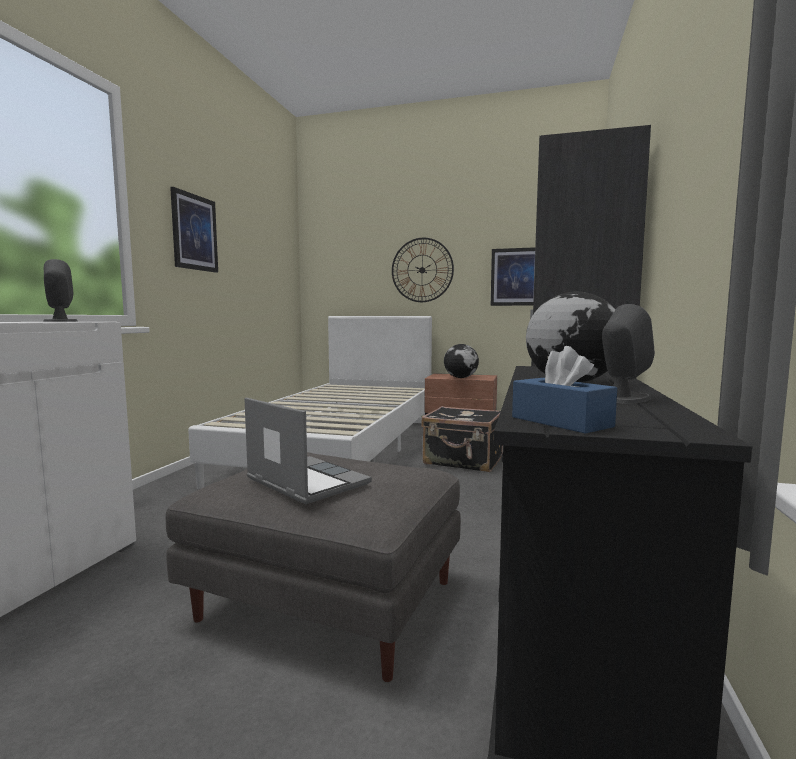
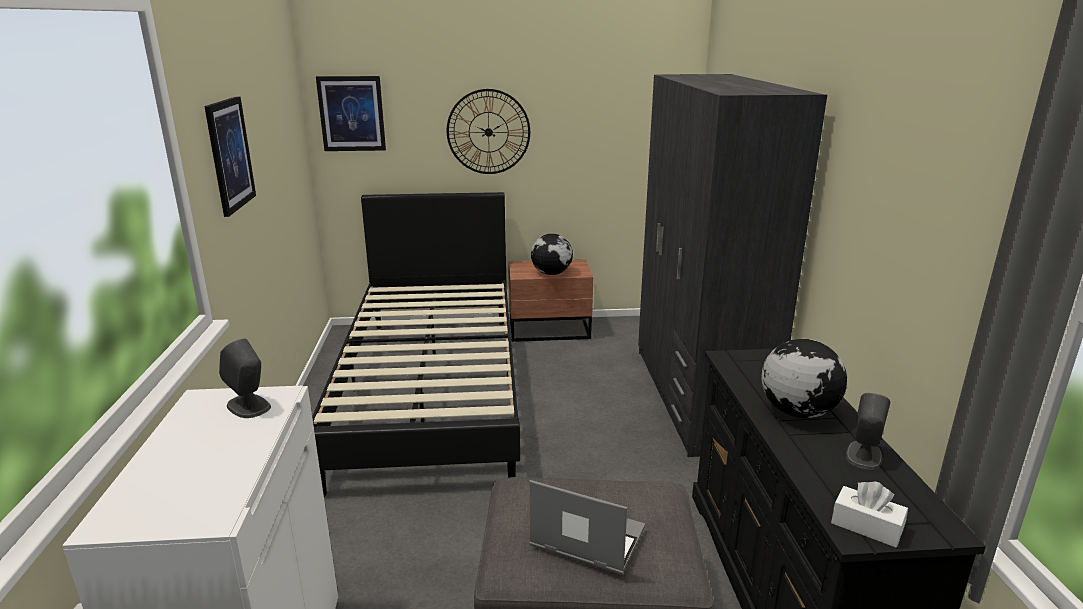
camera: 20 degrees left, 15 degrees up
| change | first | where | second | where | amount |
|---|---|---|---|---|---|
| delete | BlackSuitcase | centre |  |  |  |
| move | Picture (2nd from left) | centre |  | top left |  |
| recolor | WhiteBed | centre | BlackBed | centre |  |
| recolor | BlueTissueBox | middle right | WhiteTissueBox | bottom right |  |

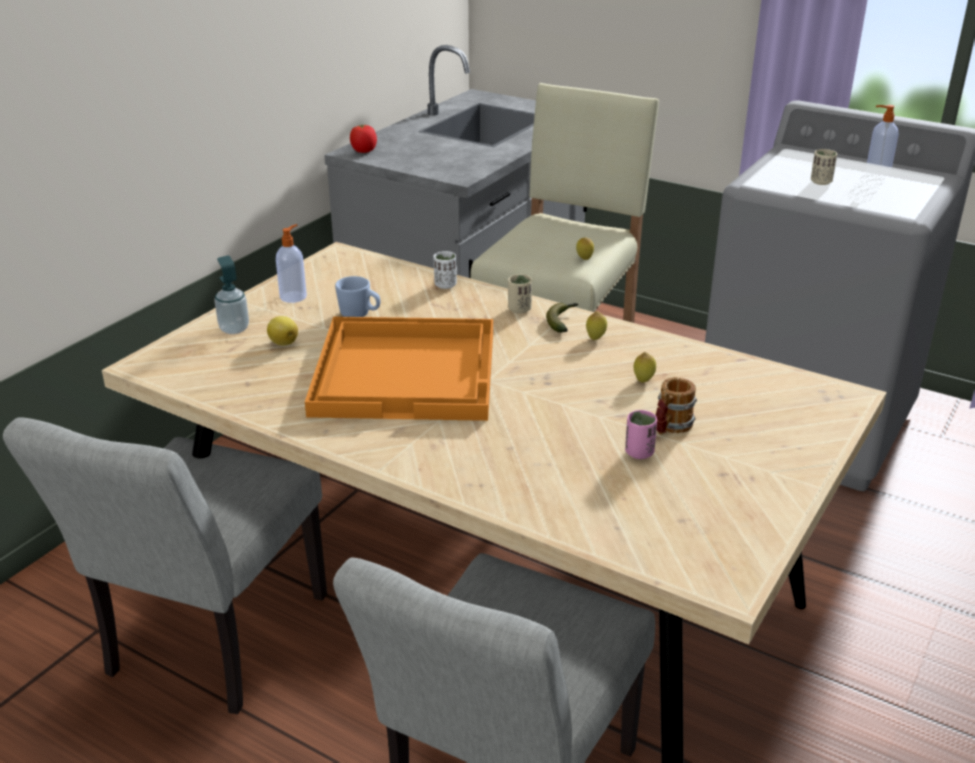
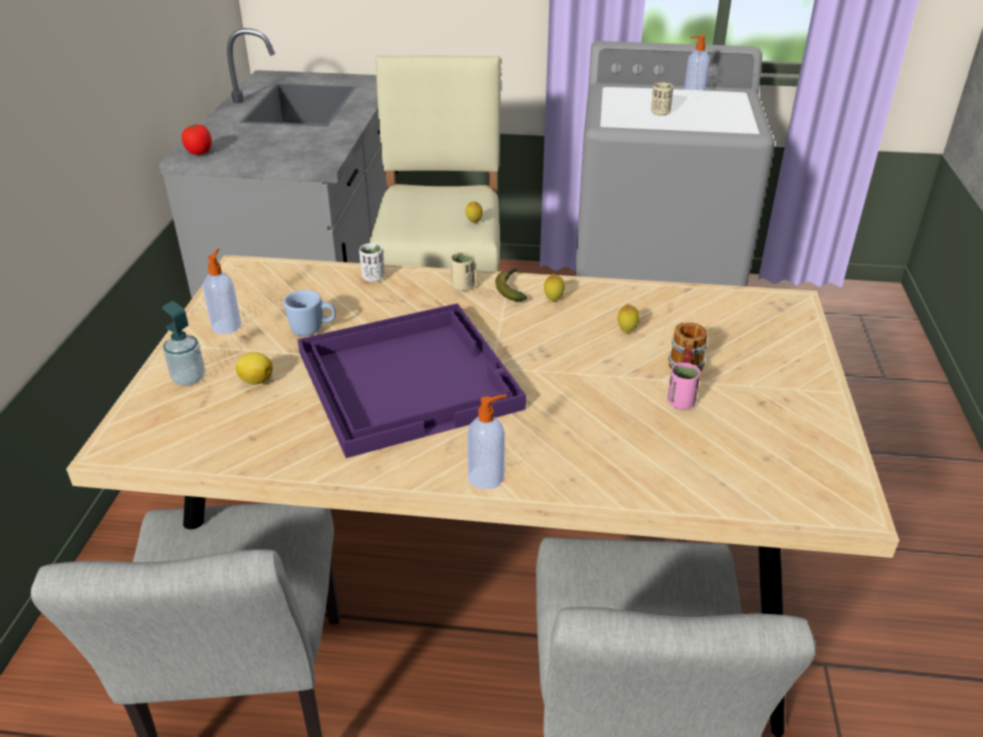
camera: 25 degrees left, 5 degrees up
| change | first | where | second | where | amount |
|---|---|---|---|---|---|
| insert |  |  | SoapDispenser (3rd from left) | centre |  |
| recolor | OrangeTray | centre | PurpleTray | centre |  |

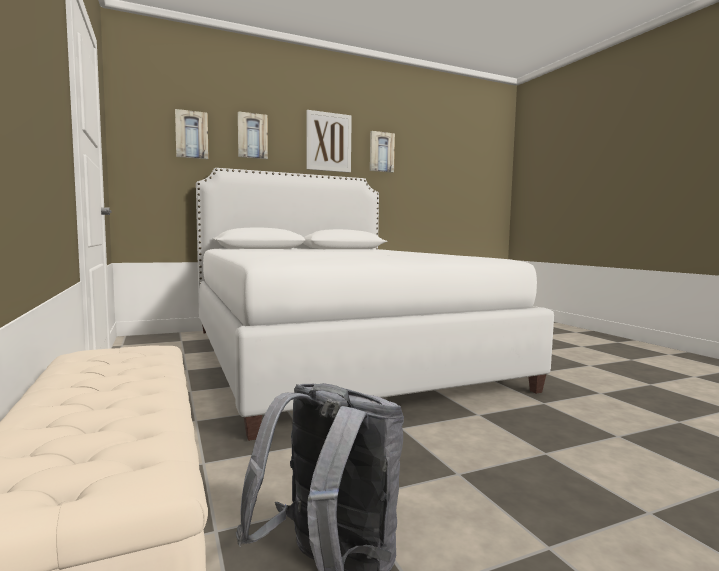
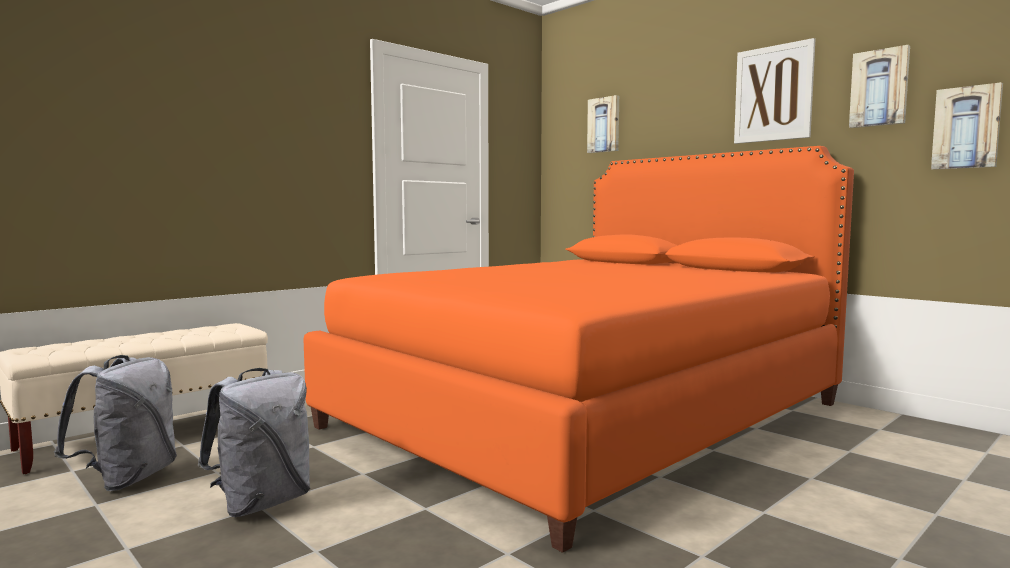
camera: 70 degrees right, 0 degrees up
| change | first | where | second | where | amount |
|---|---|---|---|---|---|
| insert |  |  | GreyBackpack (2nd from left) | bottom left |  |
| move | Picture (2nd from left in the first image) | top centre | Picture (4th from left) | top right |  |
| recolor | WhiteBed | centre | OrangeBed | centre |  |

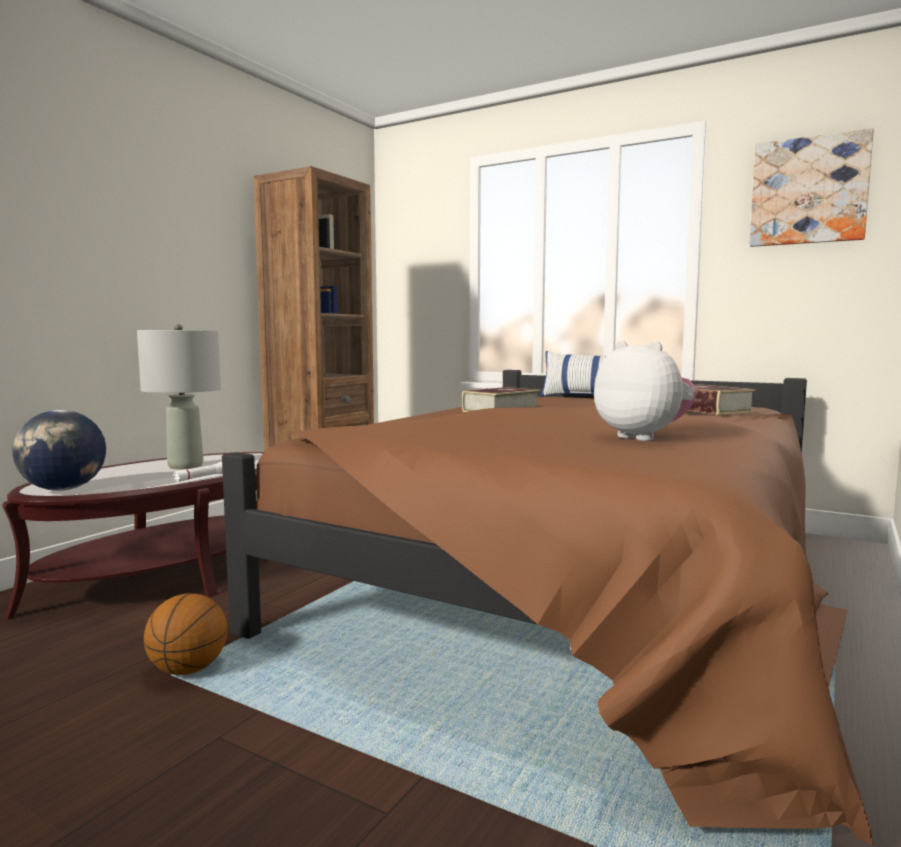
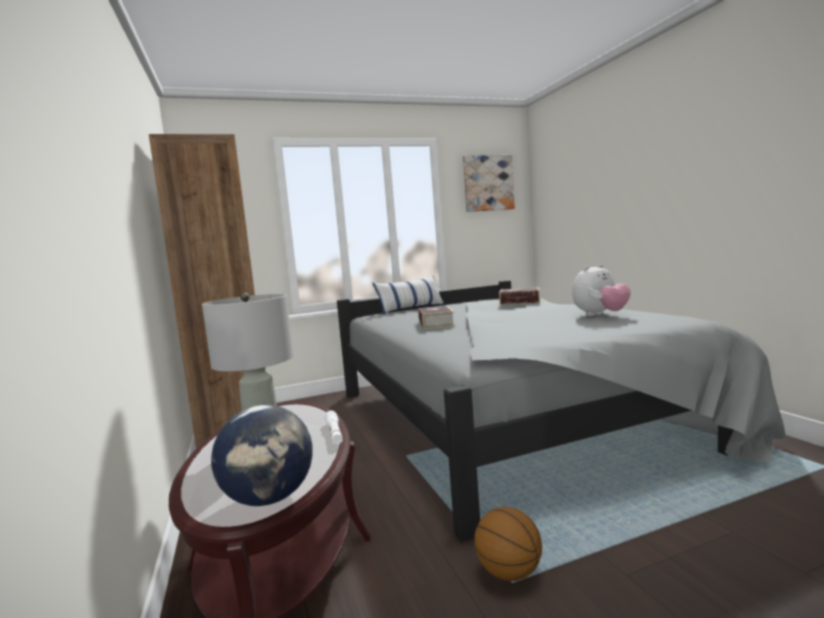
camera: 50 degrees left, 0 degrees up
| change | first | where | second | where | amount |
|---|---|---|---|---|---|
| recolor | BrownBed | bottom centre | GreyBed | middle right |  |
| rotate | PlushToy | middle right |  | middle right | 150 degrees clockwise |

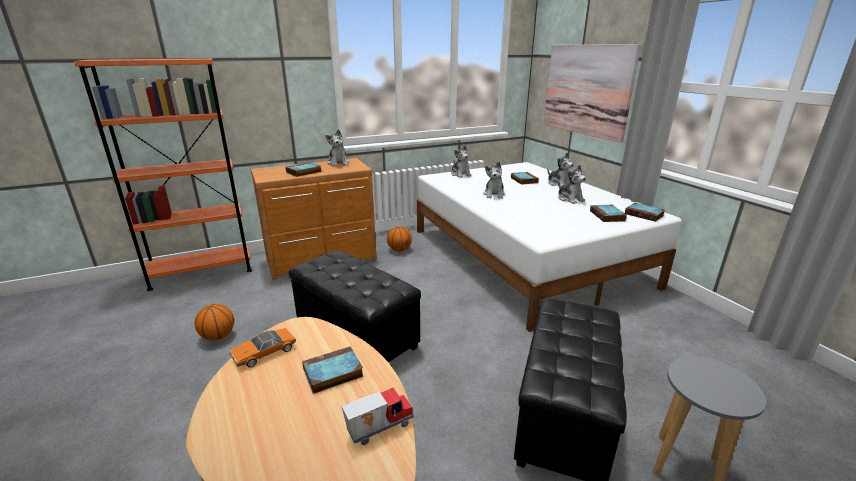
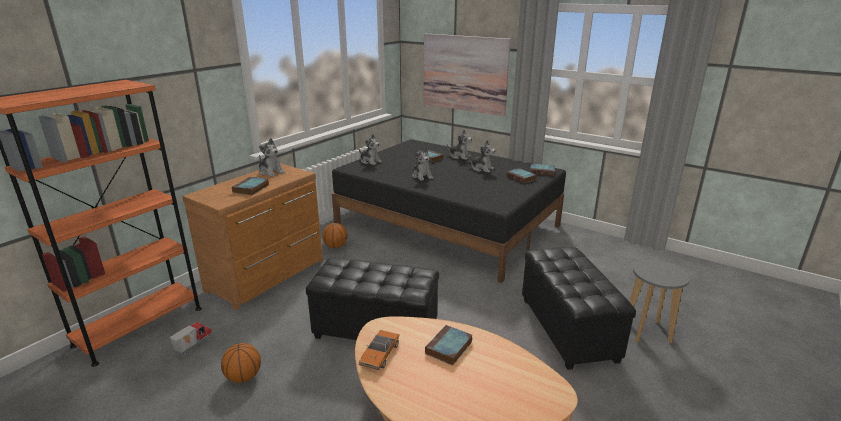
camera: 30 degrees left, 0 degrees up
| change | first | where | second | where | amount |
|---|---|---|---|---|---|
| move | ToyTruck | bottom centre |  | bottom left |  |
| recolor | WhiteBed | centre | BlackBed | centre |  |

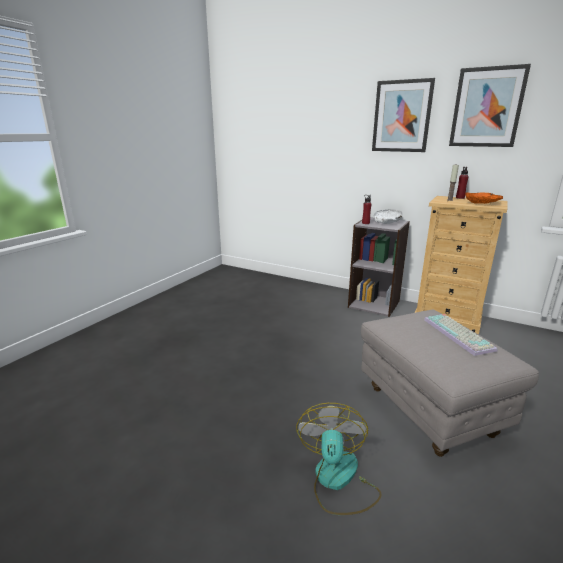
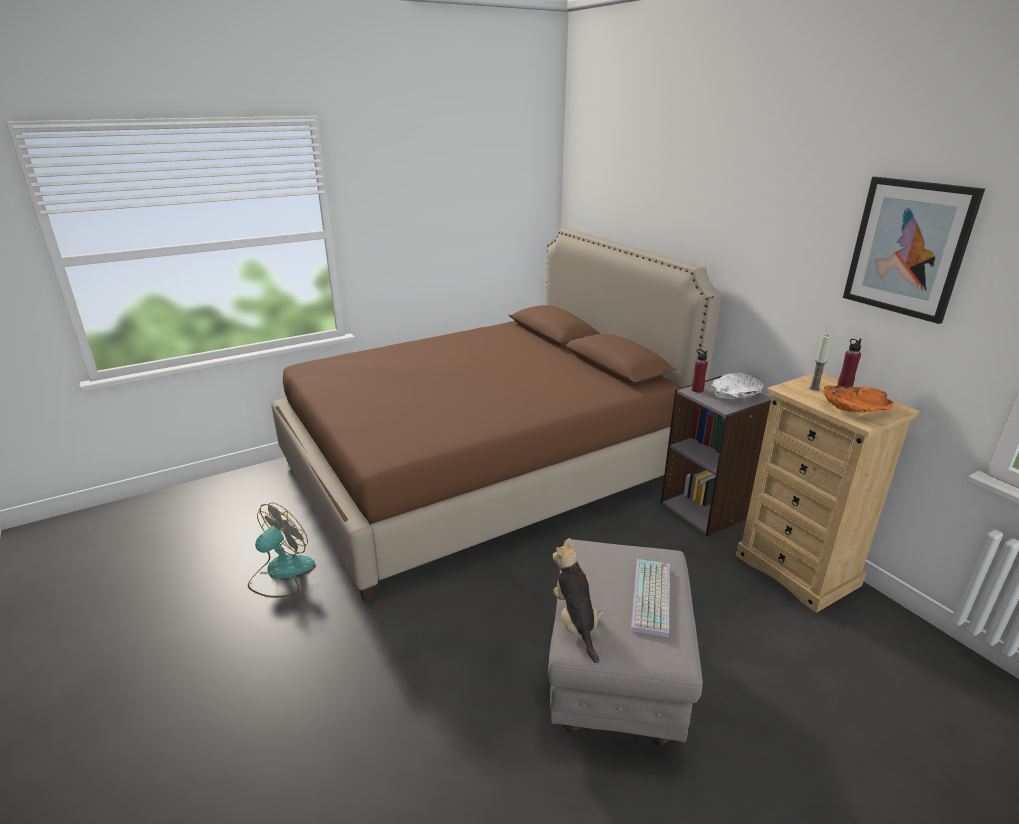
camera: 30 degrees right, 5 degrees up
| change | first | where | second | where | amount |
|---|---|---|---|---|---|
| delete | Picture (1st from left) | top right |  |  |  |
| insert |  |  | BrownBed | centre |  |
| insert |  |  | PlushToy | bottom centre |  |
| move | Fan | bottom centre |  | bottom left |  |

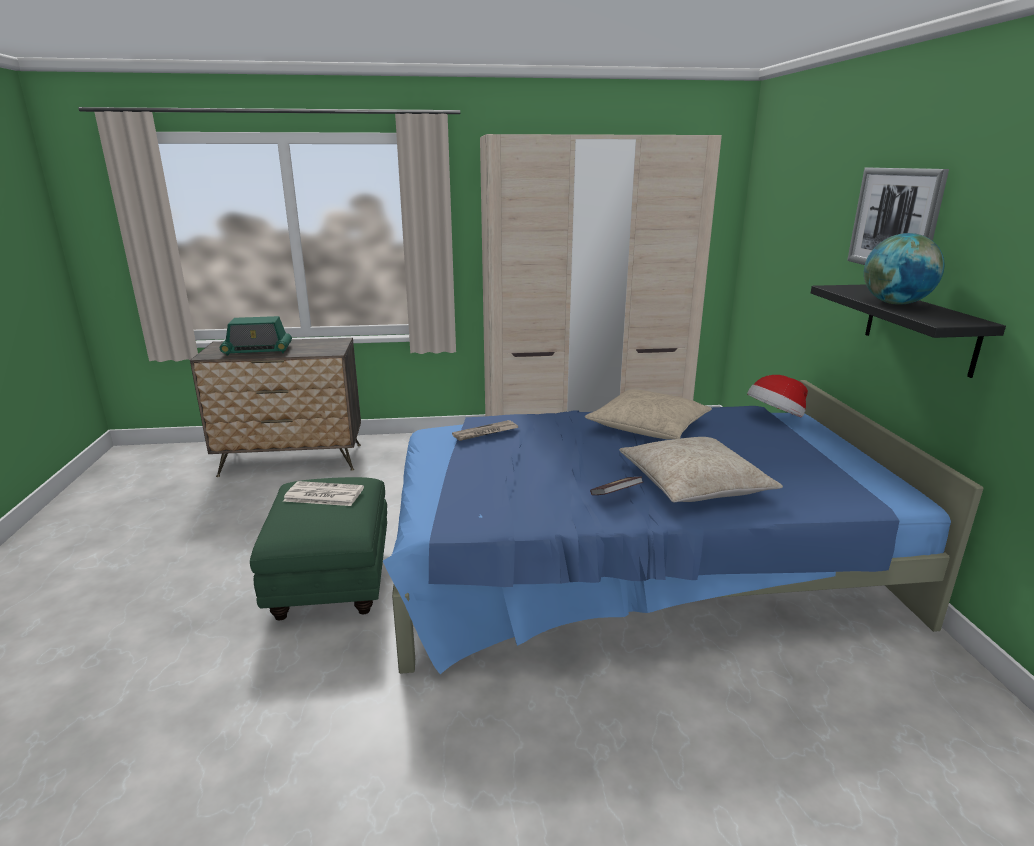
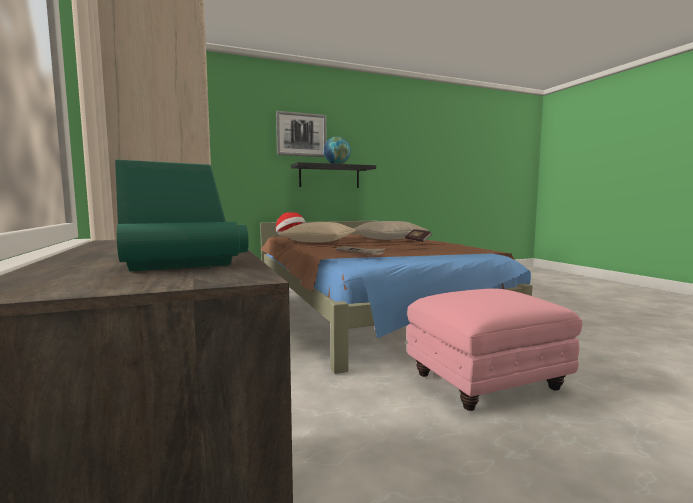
camera: 105 degrees left, 15 degrees down
| change | first | where | second | where | amount |
|---|---|---|---|---|---|
| delete | Newspaper (1st from left) | middle left |  |  |  |
| recolor | GreenOttoman | middle left | PinkOttoman | bottom right |  |
| recolor | BlueBed | centre | BrownBed | centre |  |

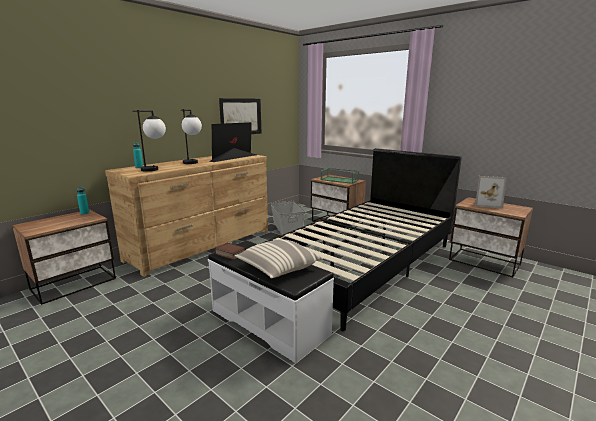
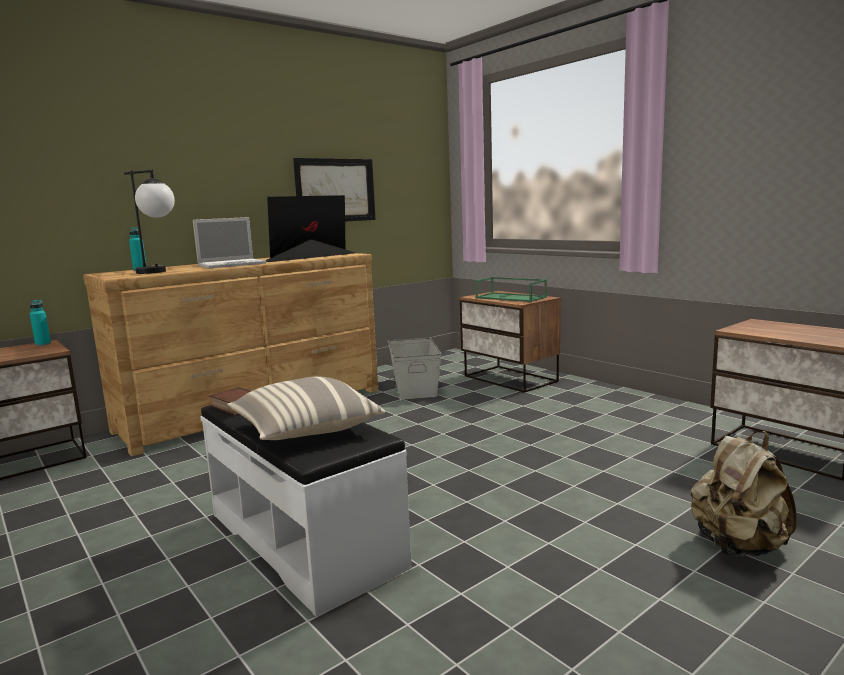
camera: 10 degrees right, 5 degrees down
| change | first | where | second | where | amount |
|---|---|---|---|---|---|
| delete | BlackBed | centre |  |  |  |
| delete | PictureFrame | middle right |  |  |  |
| insert |  |  | BeigeBackpack | bottom right |  |
| replace | TableLamp (2nd from left) | top left | Laptop | middle left |  |

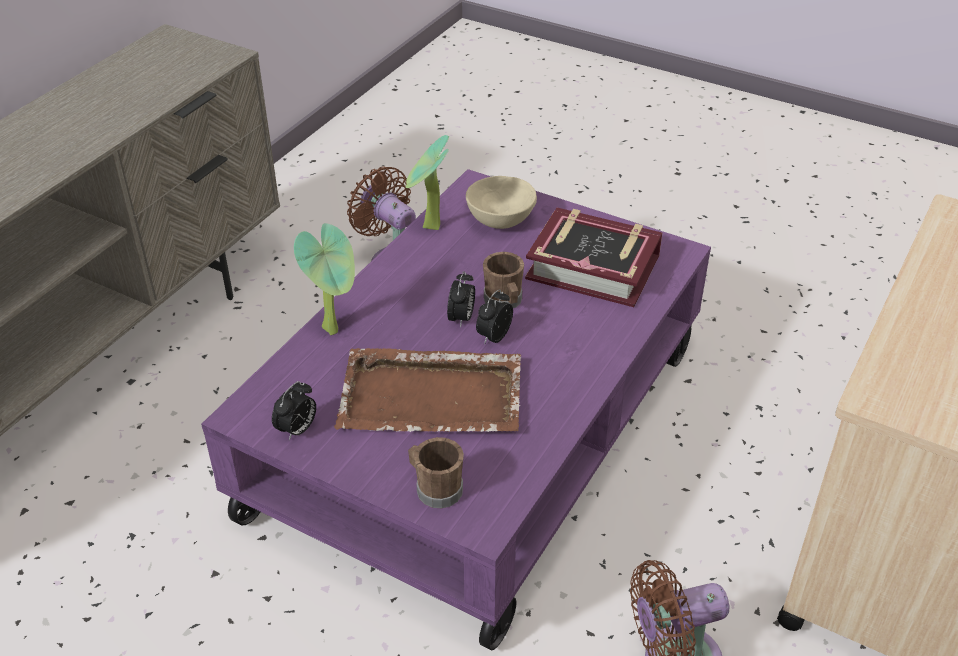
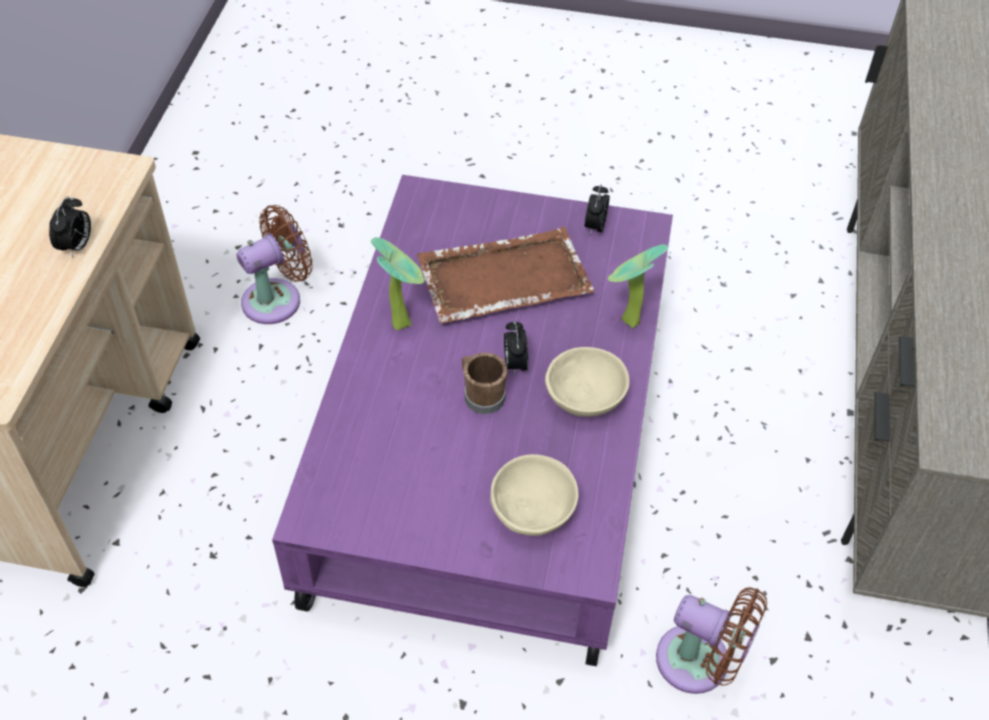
camera: 160 degrees right, 10 degrees up
| change | first | where | second | where | amount |
|---|---|---|---|---|---|
| delete | BrownMug (1st from left) | bottom centre |  |  |  |
| delete | Book | centre |  |  |  |
| insert |  |  | BeigeBowl (2nd from left) | centre |  |
| move | PottedPlant (2nd from left in the first image) | top centre | PottedPlant (1st from left) | centre |  |
| move | AlarmClock (3rd from left in the first image) | centre | AlarmClock (1st from left) | top left |  |

